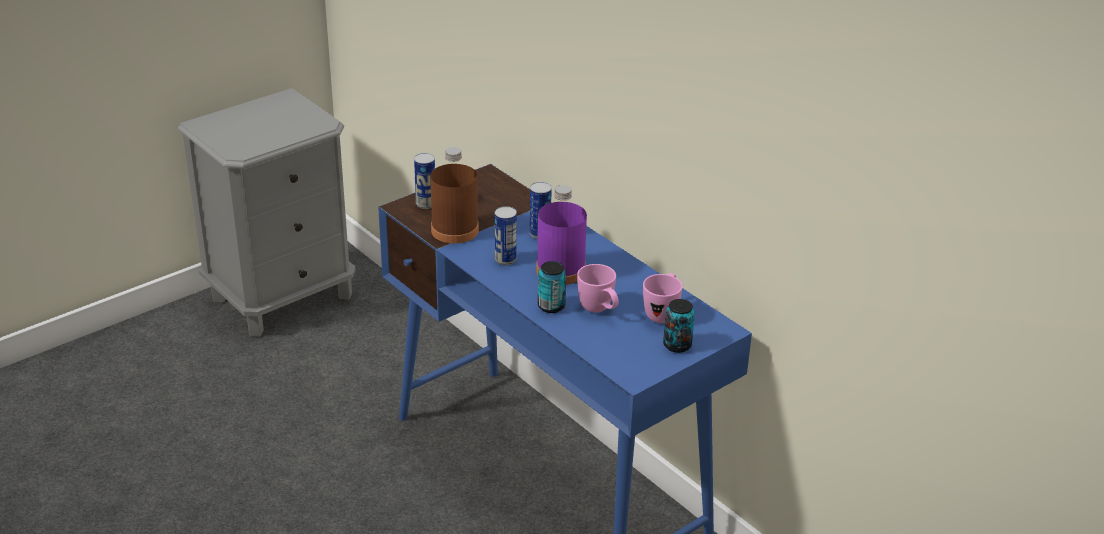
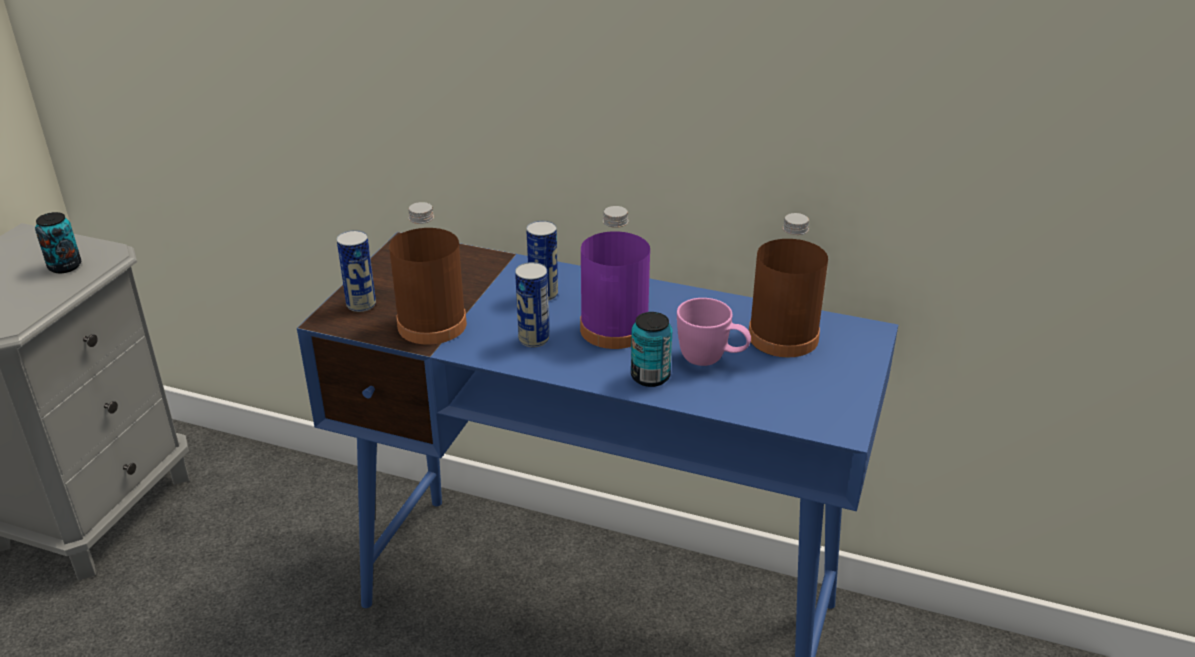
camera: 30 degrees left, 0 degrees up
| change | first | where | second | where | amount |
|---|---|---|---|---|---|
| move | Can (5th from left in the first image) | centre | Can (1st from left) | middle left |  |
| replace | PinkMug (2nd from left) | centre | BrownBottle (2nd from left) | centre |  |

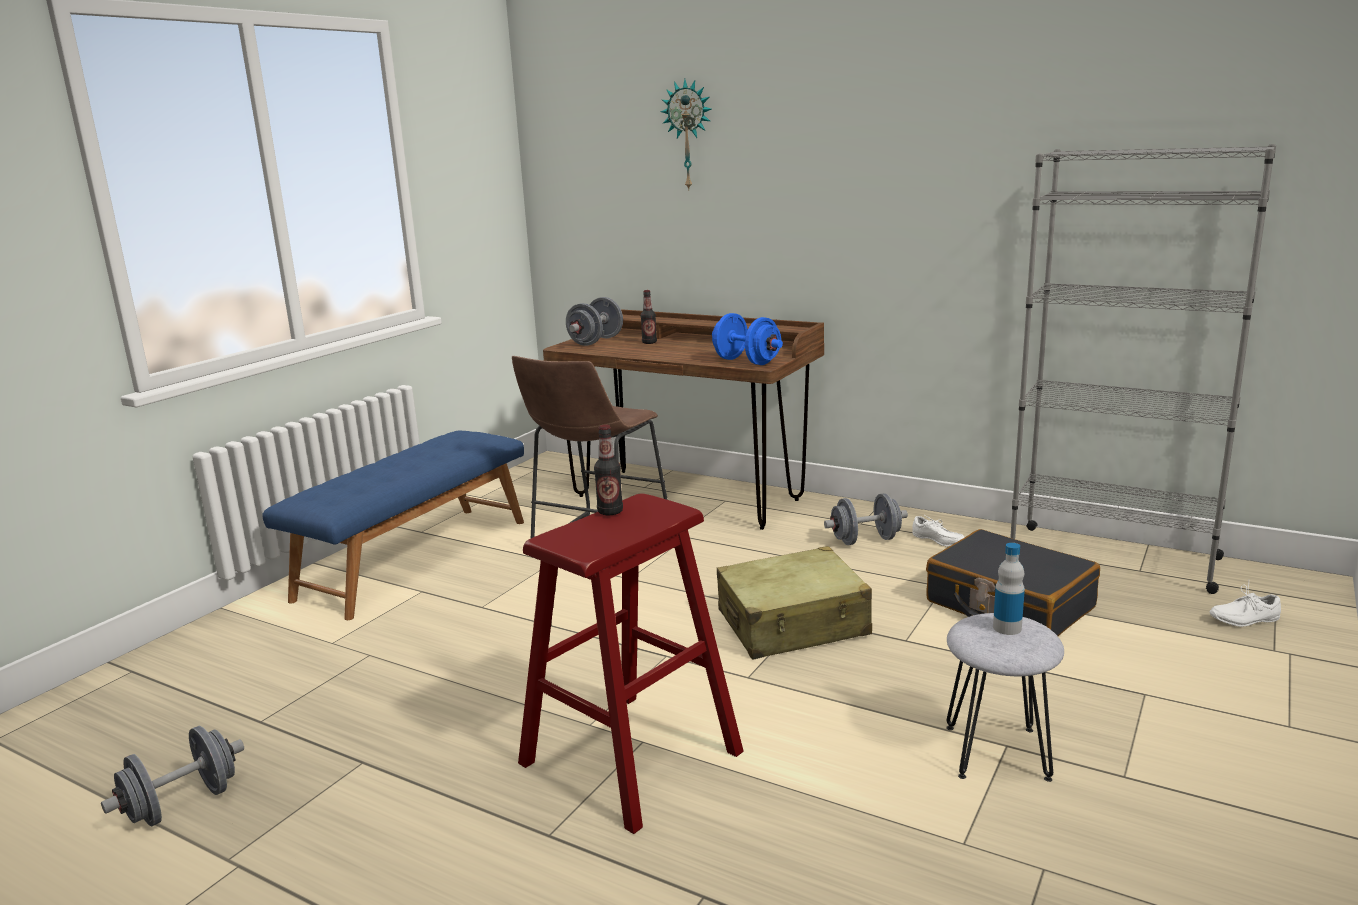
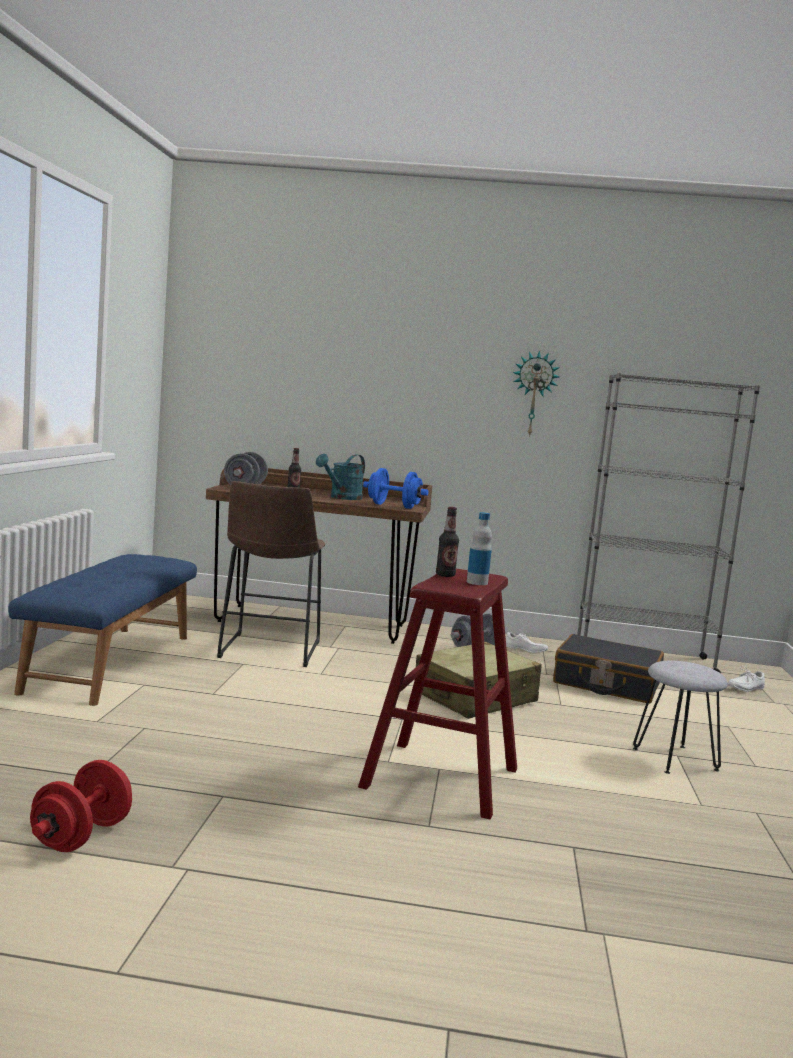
camera: 25 degrees left, 10 degrees down
| change | first | where | second | where | amount |
|---|---|---|---|---|---|
| insert |  |  | TurquoiseWateringCan | centre |  |
| move | WallClock | top centre |  | middle right |  |
| move | Bottle (3rd from left) | middle right |  | centre |  |
| recolor | GreyDumbbell (1st from left) | bottom left | RedDumbbell | bottom left |  |

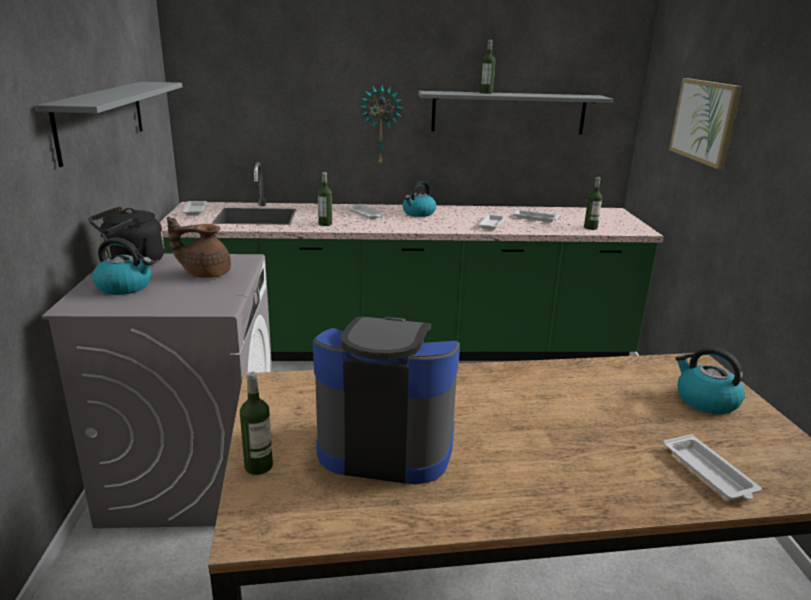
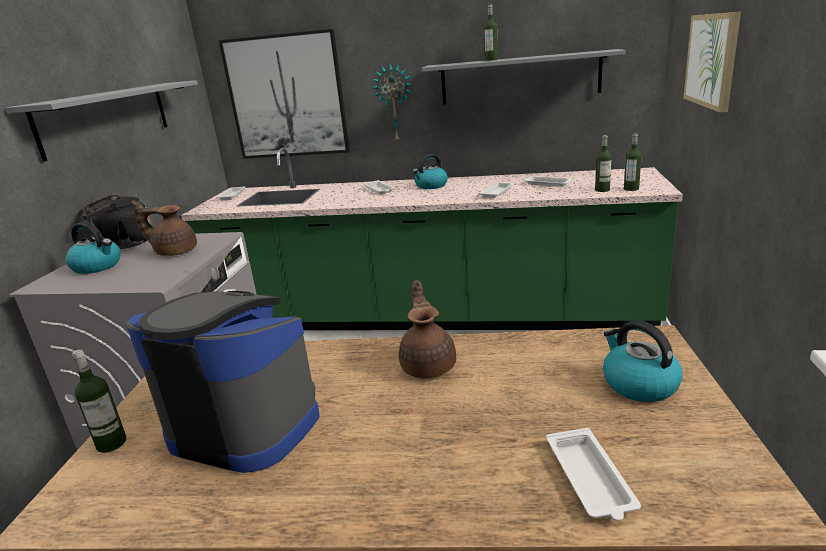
camera: 15 degrees right, 0 degrees up
| change | first | where | second | where | amount |
|---|---|---|---|---|---|
| insert |  |  | Picture (1st from left) | top centre |  |
| insert |  |  | BrownTeapot (2nd from left) | centre |  |
| move | Bottle (2nd from left in the first image) | top centre | Bottle (4th from left) | top right |  |

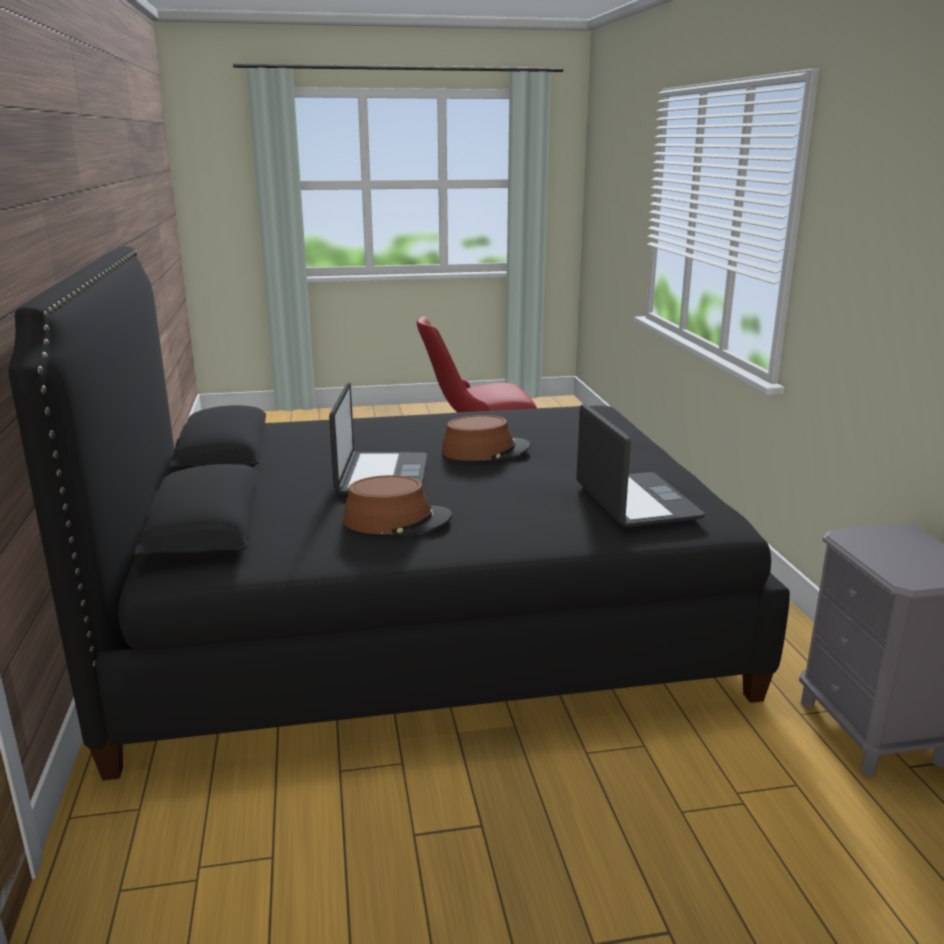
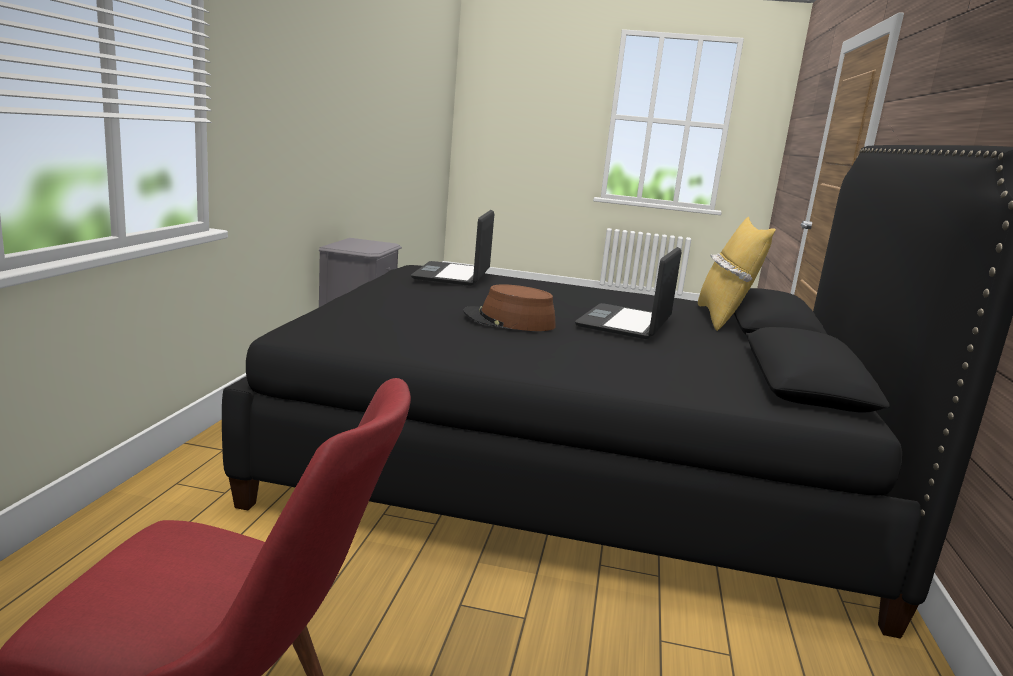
camera: 160 degrees left, 5 degrees down
| change | first | where | second | where | amount |
|---|---|---|---|---|---|
| delete | BrownHat (1st from left) | centre |  |  |  |
| insert |  |  | YellowPillow | middle right |  |

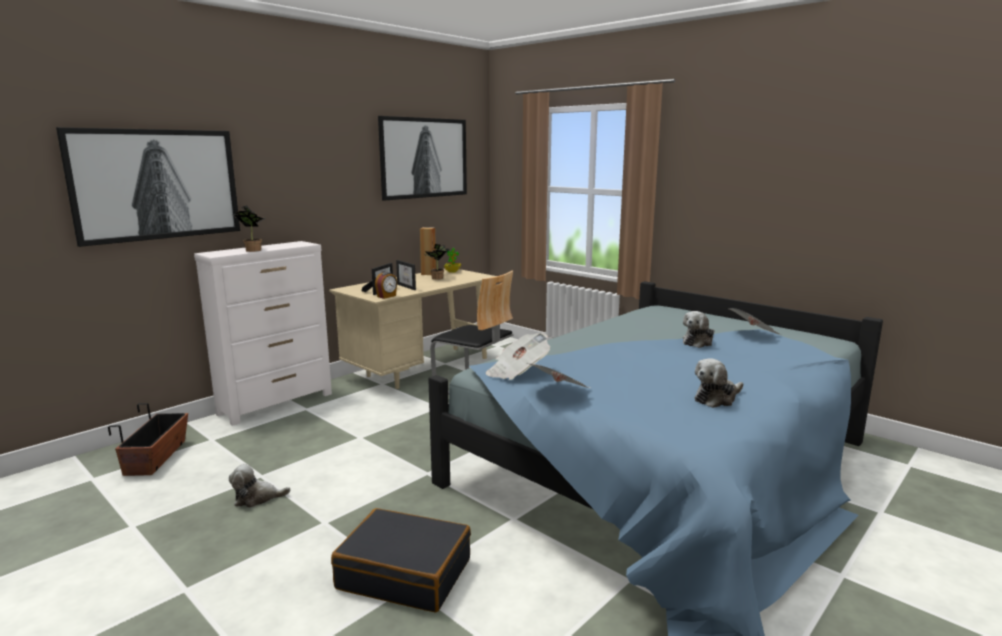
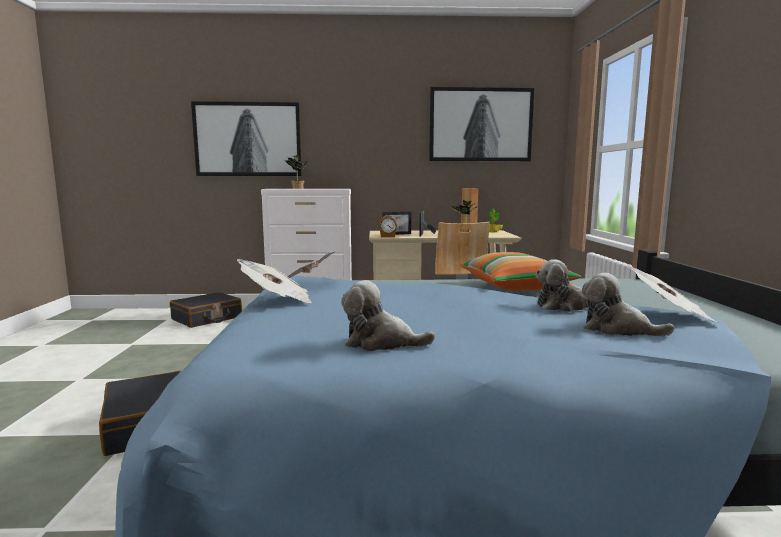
camera: 45 degrees right, 5 degrees down
| change | first | where | second | where | amount |
|---|---|---|---|---|---|
| insert |  |  | Pillow | centre |  |
| move | PlushToy (1st from left in the first image) | bottom left | PlushToy (3rd from left) | middle right |  |
| replace | Planter | bottom left | BlackSuitcase (2nd from left) | middle left |  |

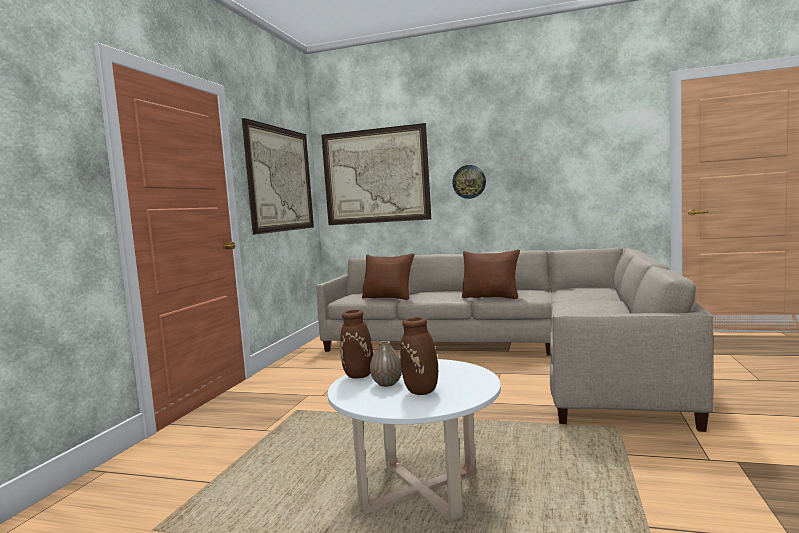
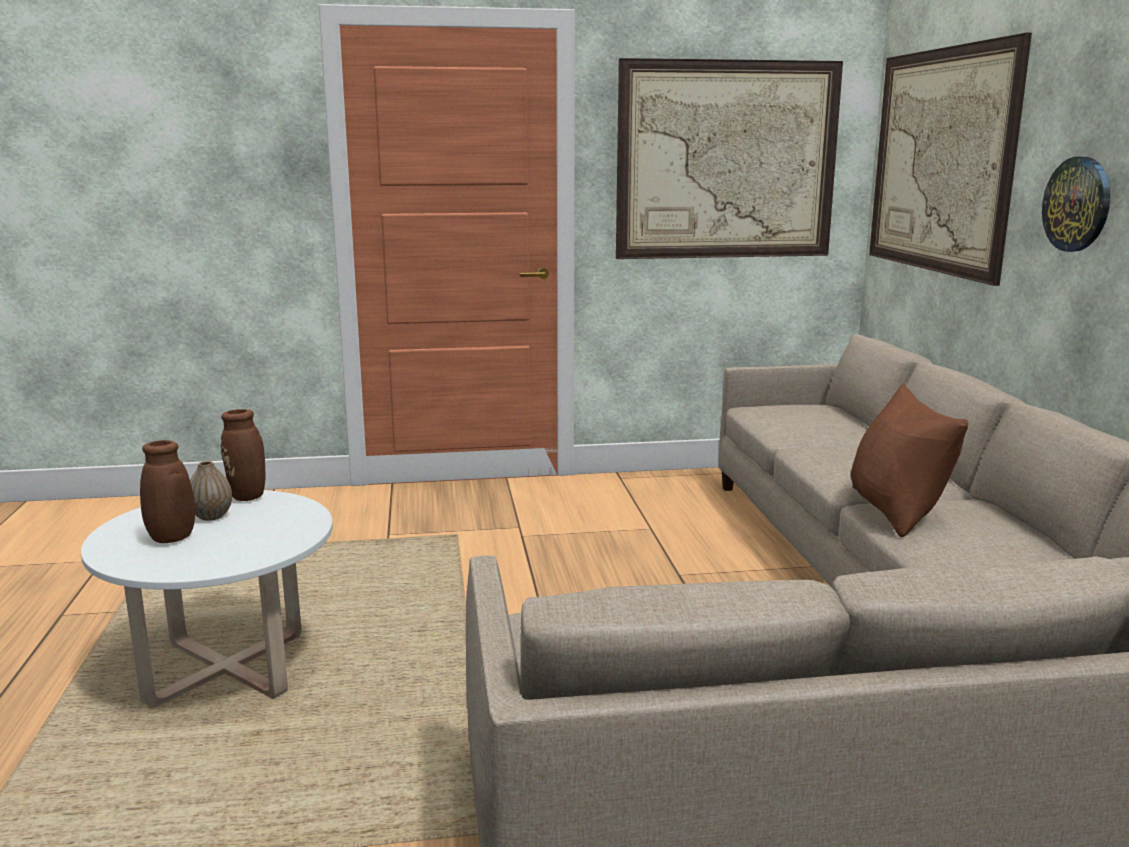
camera: 65 degrees right, 10 degrees up
| change | first | where | second | where | amount |
|---|---|---|---|---|---|
| delete | BrownPillow (1st from left) | centre |  |  |  |

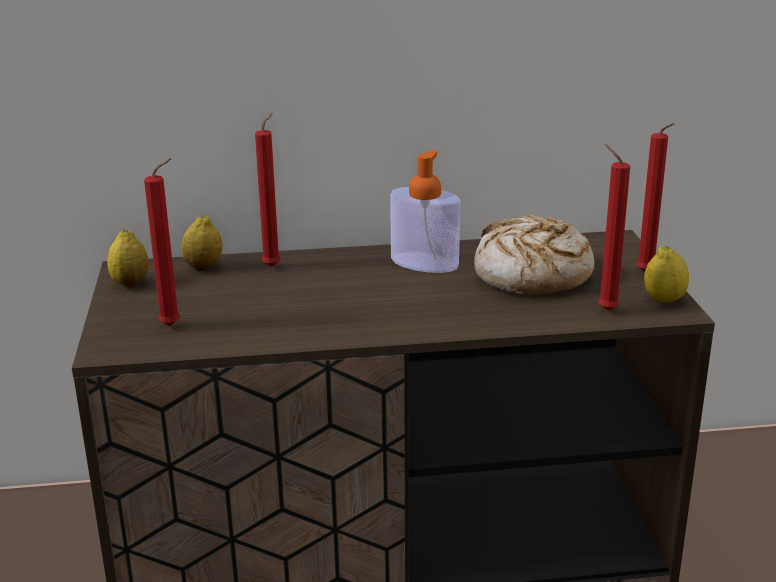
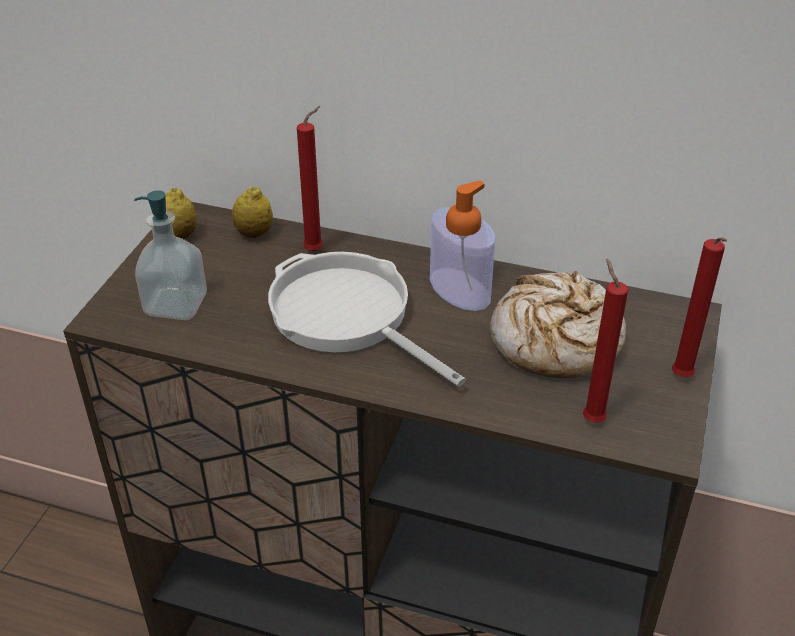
camera: 25 degrees right, 15 degrees up
| change | first | where | second | where | amount |
|---|---|---|---|---|---|
| delete | Lemon (3rd from left) | middle right |  |  |  |
| insert |  |  | FryingPan | centre |  |
| replace | RedCandle (1st from left) | middle left | SoapDispenser (1st from left) | middle left |  |

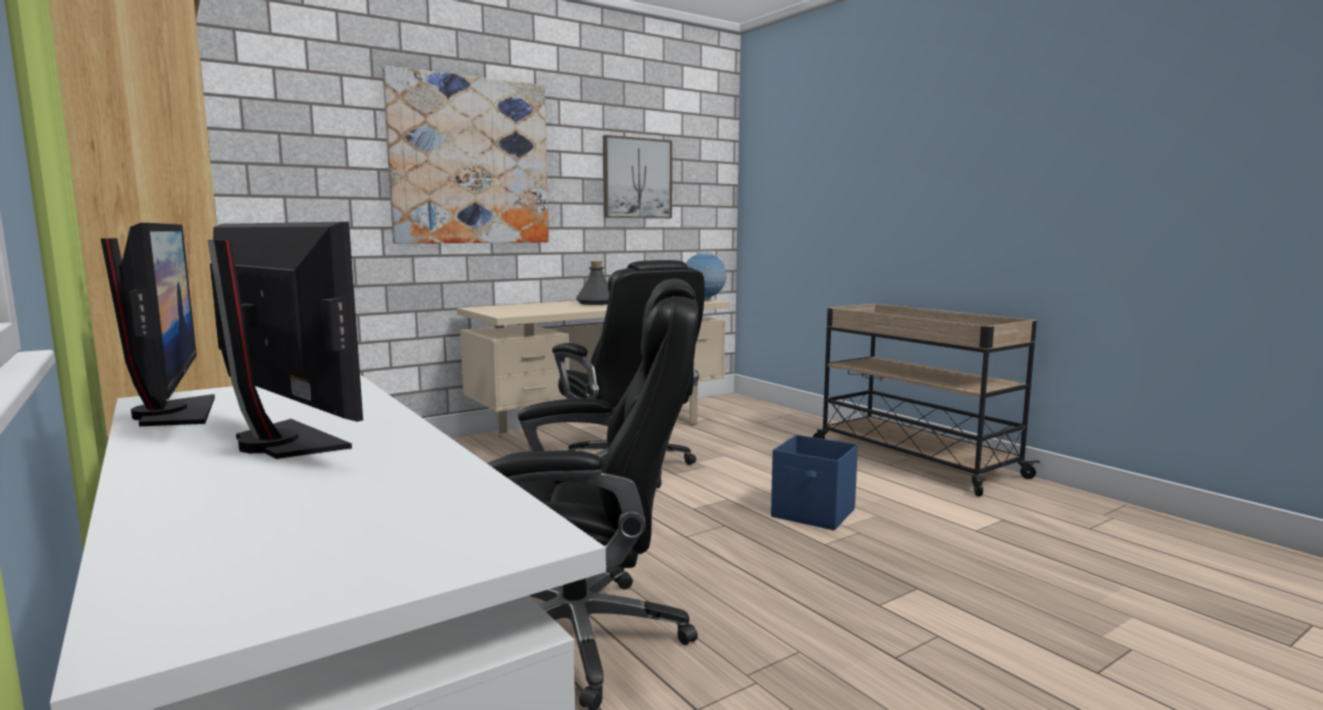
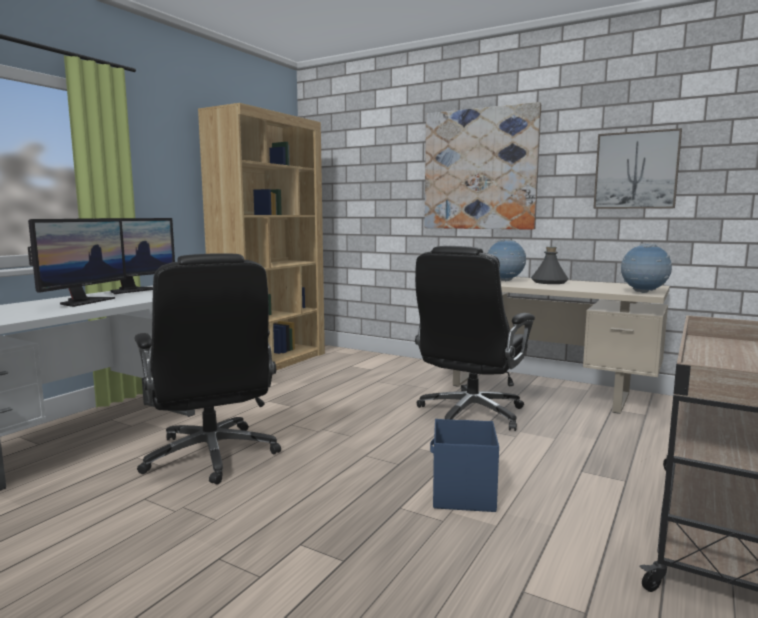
camera: 65 degrees right, 0 degrees up
| change | first | where | second | where | amount |
|---|---|---|---|---|---|
| insert |  |  | Globe (1st from left) | middle right |  |

